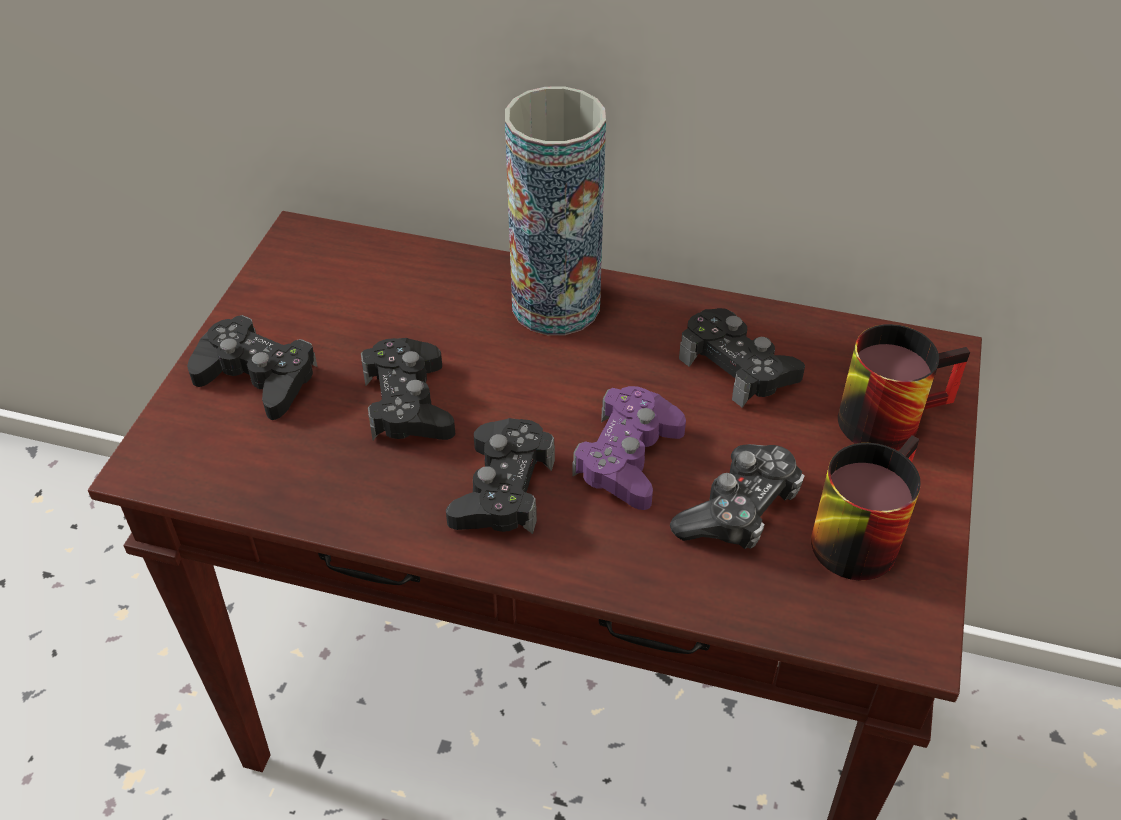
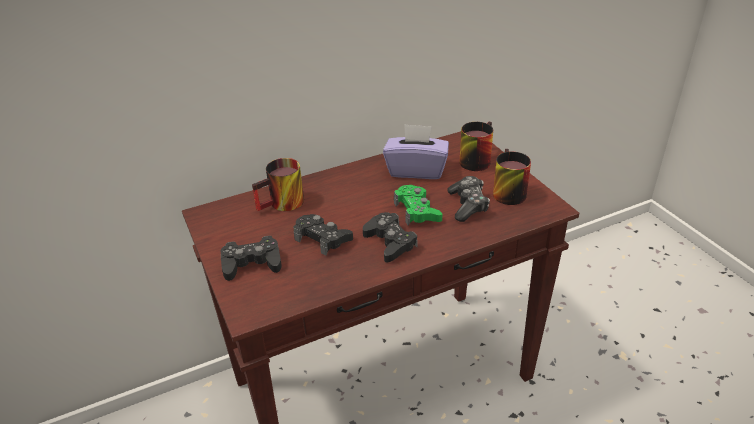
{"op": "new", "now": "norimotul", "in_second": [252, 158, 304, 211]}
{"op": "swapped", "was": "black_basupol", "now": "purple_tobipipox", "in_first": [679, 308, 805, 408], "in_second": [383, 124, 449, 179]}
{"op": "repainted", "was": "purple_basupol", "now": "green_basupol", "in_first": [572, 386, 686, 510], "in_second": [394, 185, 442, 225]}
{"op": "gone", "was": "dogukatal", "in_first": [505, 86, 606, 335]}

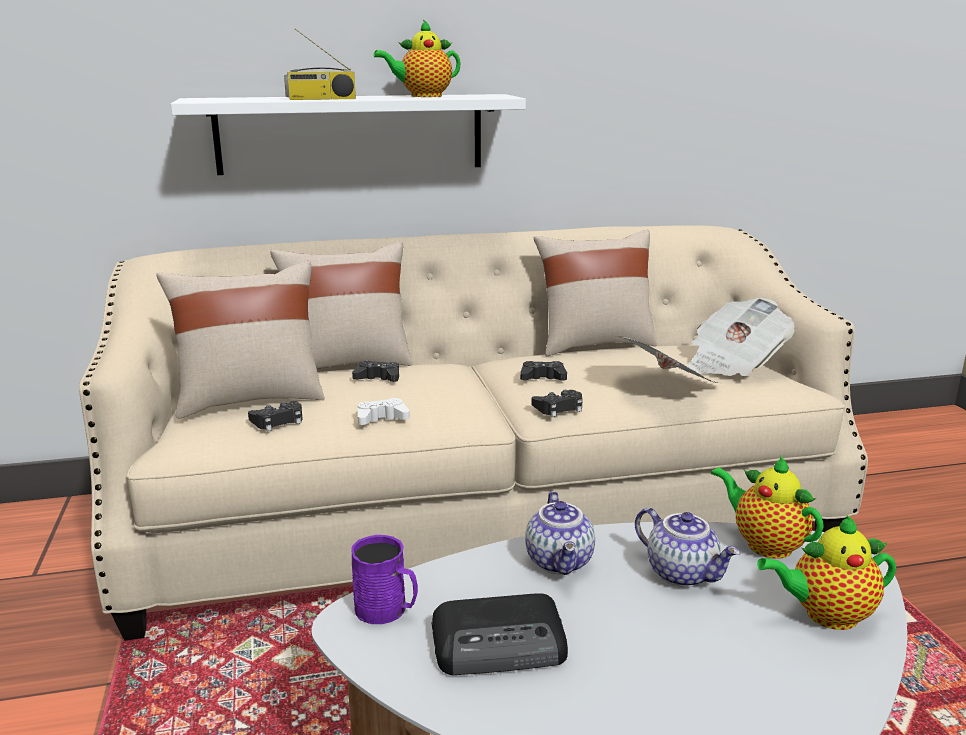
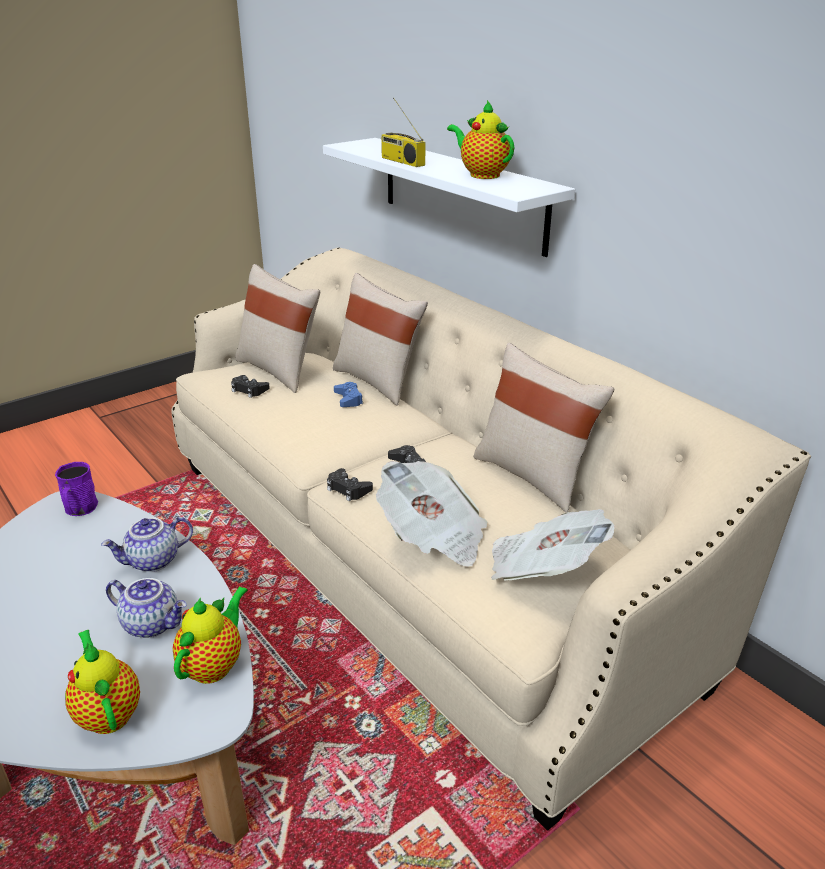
{"op": "rotated", "was": "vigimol", "in_first": [635, 507, 740, 587], "in_second": [106, 578, 187, 638], "clockwise": -90}
{"op": "repainted", "was": "black_basupol", "now": "blue_basupol", "in_first": [352, 361, 399, 382], "in_second": [334, 382, 363, 407]}
{"op": "gone", "was": "white_basupol", "in_first": [358, 398, 410, 425]}
{"op": "gone", "was": "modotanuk", "in_first": [432, 593, 568, 675]}

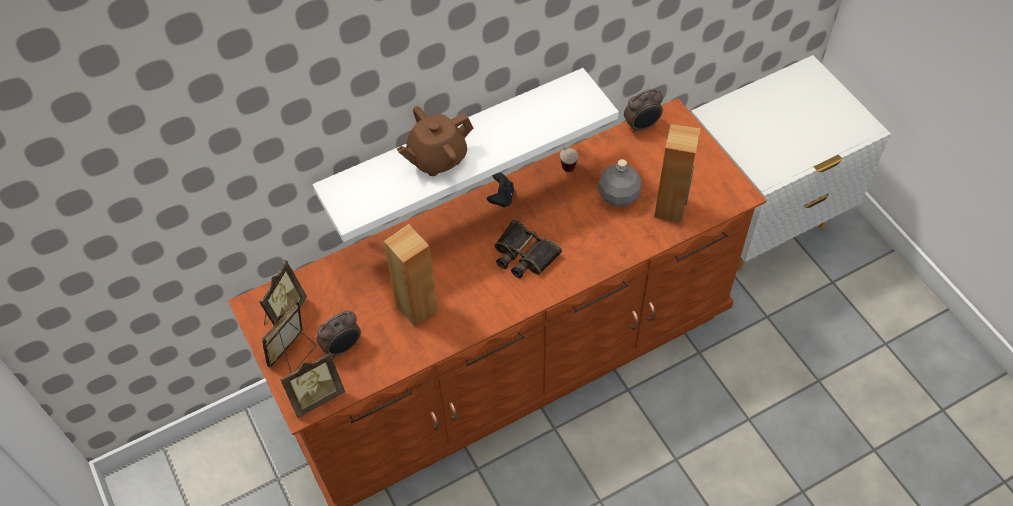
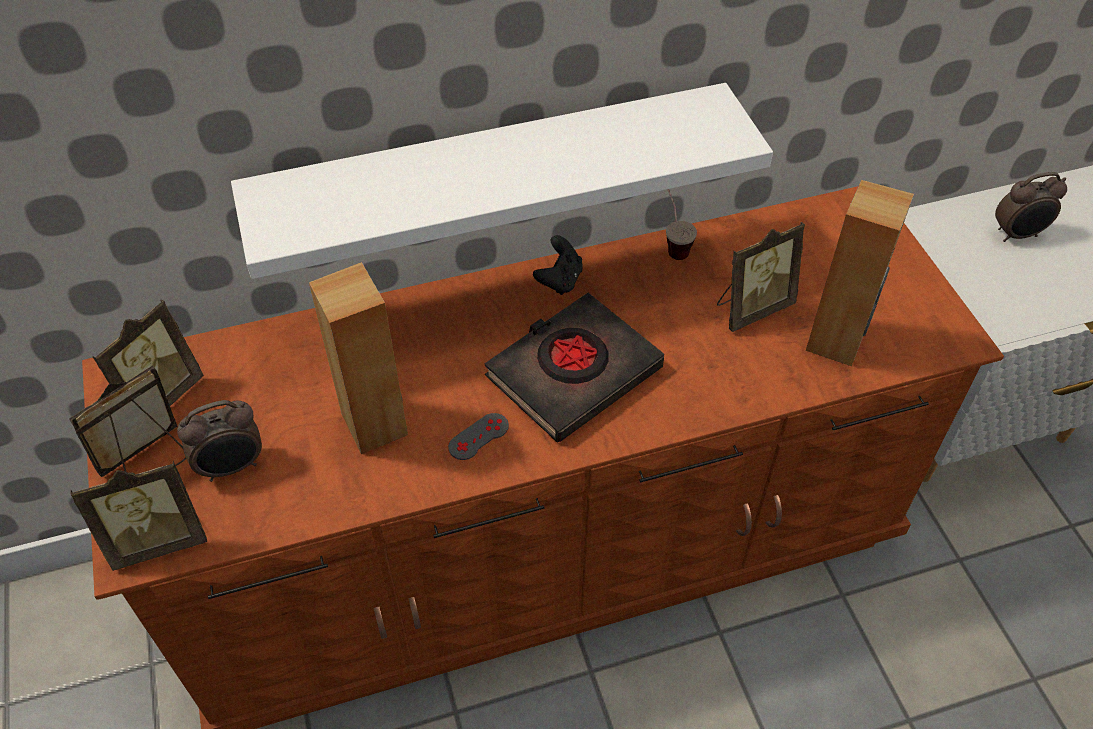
{"op": "new", "now": "grey_basupol", "in_second": [448, 413, 509, 460]}
{"op": "swapped", "was": "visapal", "now": "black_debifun", "in_first": [494, 219, 562, 278], "in_second": [484, 293, 664, 442]}
{"op": "swapped", "was": "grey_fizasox", "now": "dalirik", "in_first": [598, 159, 642, 207], "in_second": [717, 222, 805, 332]}
{"op": "shifted", "was": "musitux", "in_first": [624, 89, 663, 133], "in_second": [995, 172, 1067, 242]}
{"op": "gone", "was": "brown_vigimol", "in_first": [397, 106, 474, 176]}

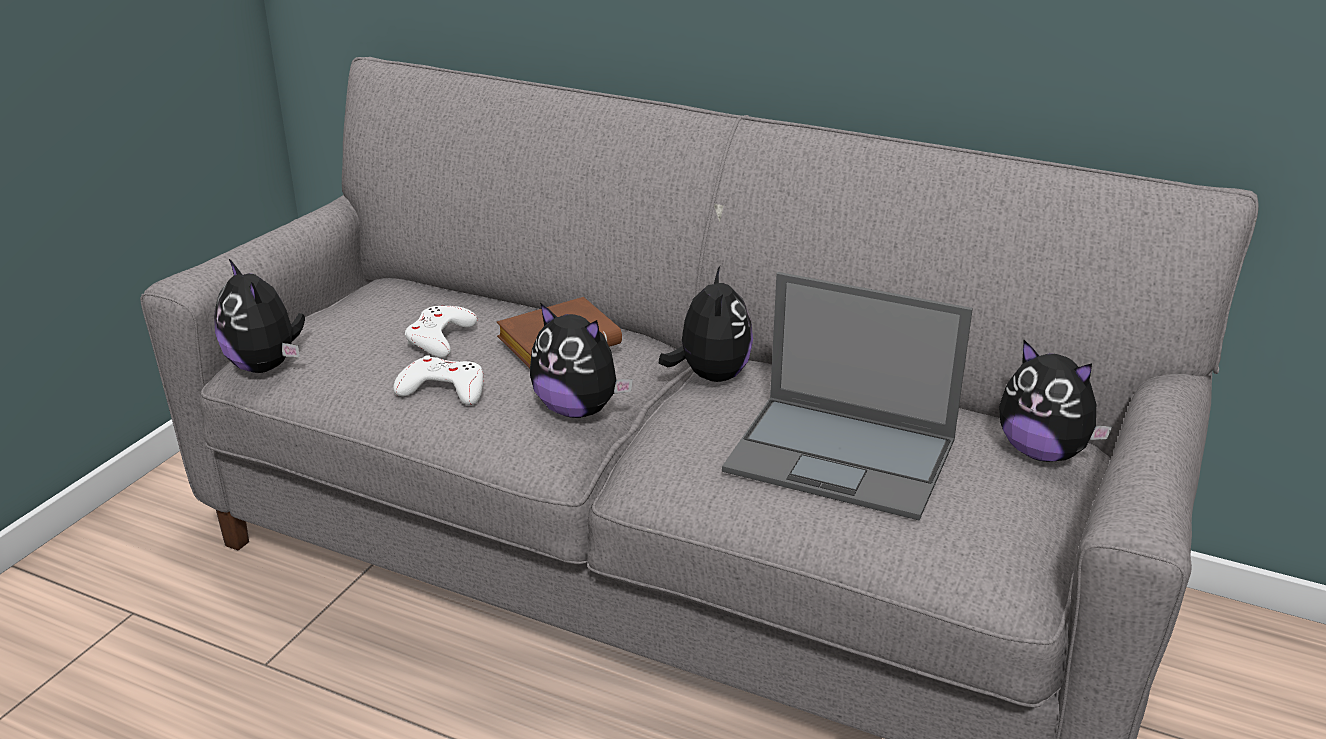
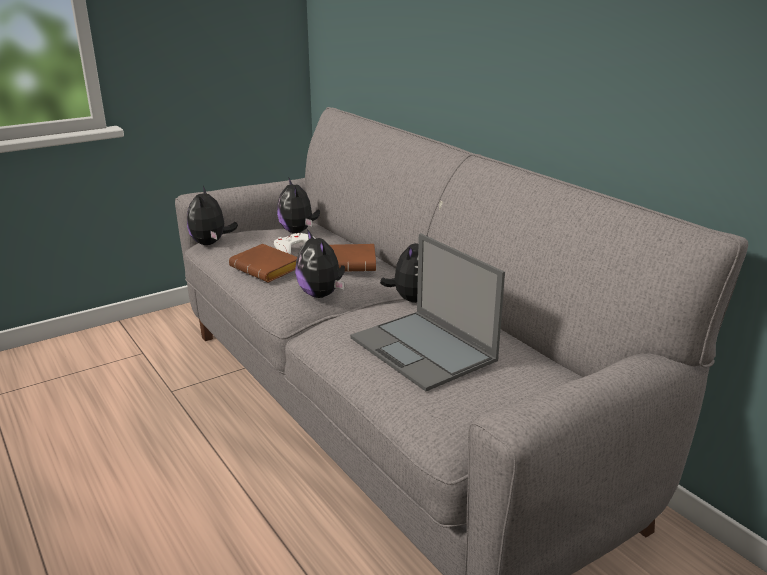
{"op": "swapped", "was": "white_basupol", "now": "brown_debifun", "in_first": [393, 355, 483, 405], "in_second": [229, 244, 297, 282]}
{"op": "shifted", "was": "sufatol", "in_first": [999, 340, 1113, 462], "in_second": [277, 177, 320, 233]}

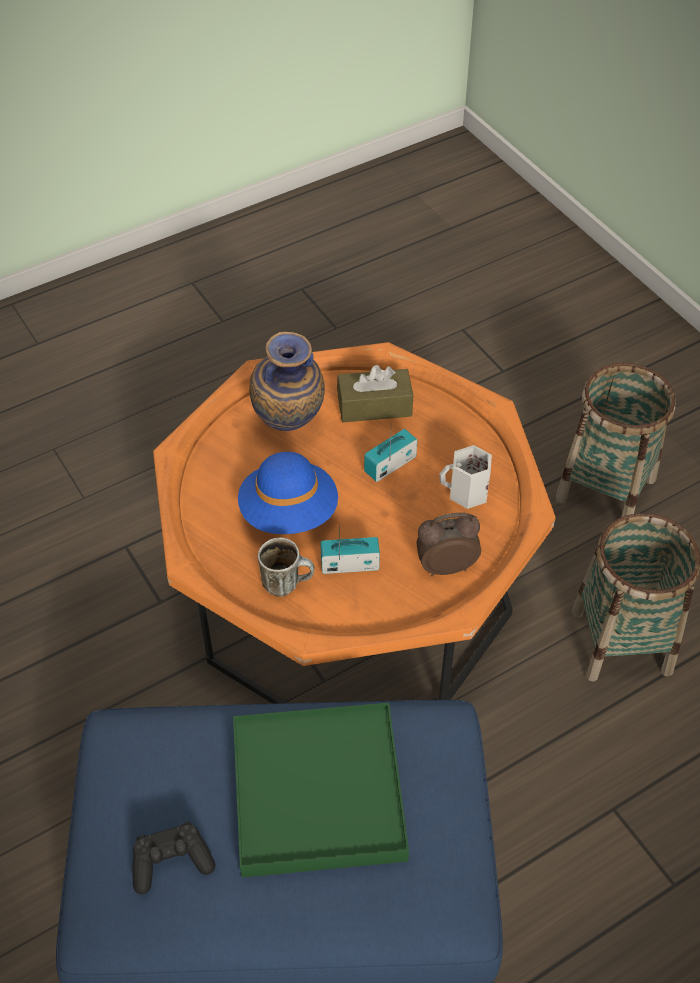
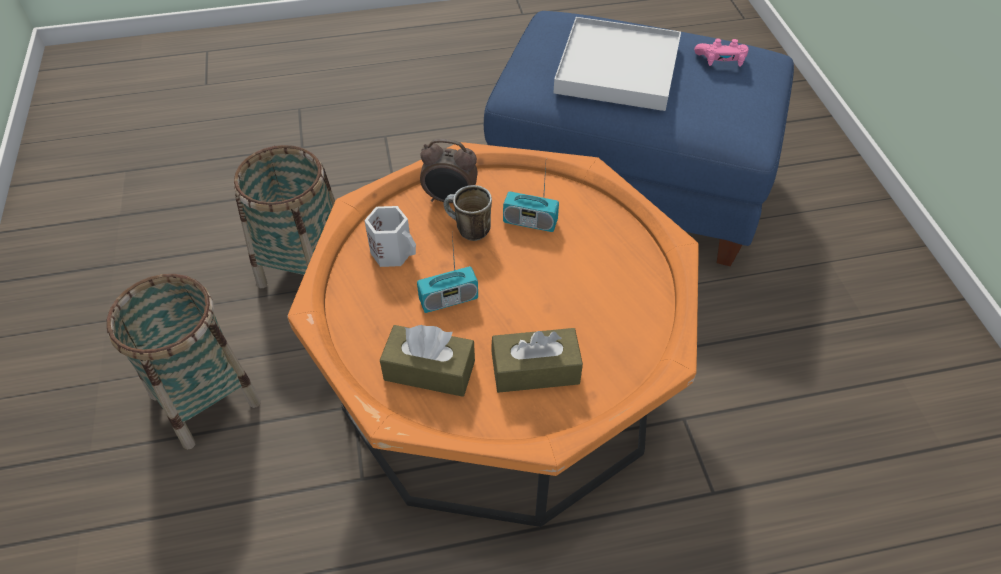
{"op": "shifted", "was": "norimotul", "in_first": [258, 537, 314, 597], "in_second": [444, 185, 492, 241]}
{"op": "swapped", "was": "dogukatal", "now": "brown_tobipipox", "in_first": [249, 332, 325, 431], "in_second": [491, 328, 583, 393]}
{"op": "repainted", "was": "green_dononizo", "now": "white_dononizo", "in_first": [233, 703, 409, 878], "in_second": [553, 17, 681, 111]}
{"op": "repainted", "was": "black_basupol", "now": "pink_basupol", "in_first": [132, 822, 215, 894], "in_second": [694, 39, 749, 67]}
{"op": "gone", "was": "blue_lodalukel", "in_first": [238, 452, 338, 534]}

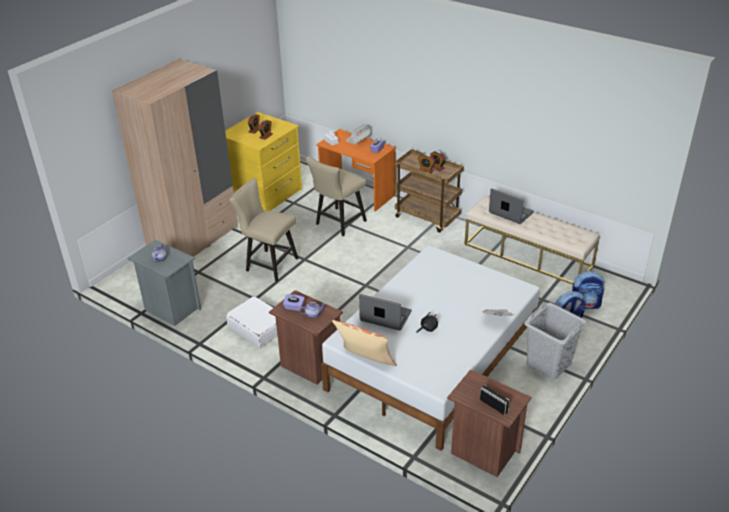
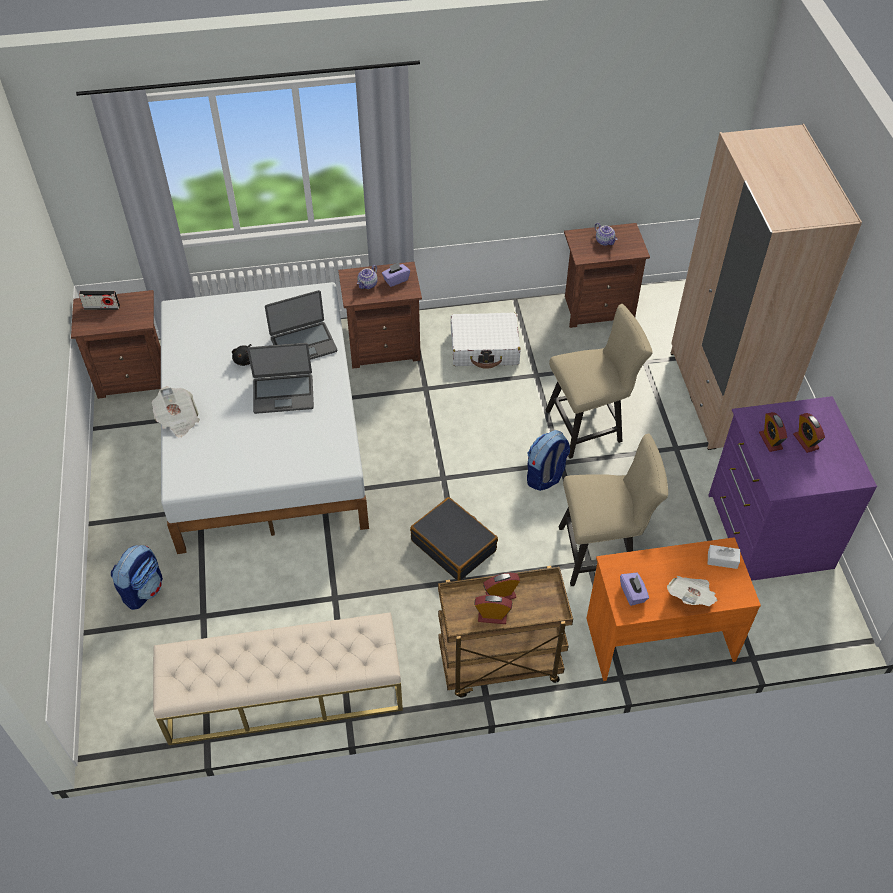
{"op": "shifted", "was": "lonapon", "in_first": [489, 188, 534, 224], "in_second": [247, 343, 314, 414]}
{"op": "new", "now": "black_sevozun", "in_second": [410, 497, 498, 581]}
{"op": "shifted", "was": "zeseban", "in_first": [572, 271, 605, 309], "in_second": [527, 430, 570, 491]}
{"op": "rotated", "was": "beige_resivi", "in_first": [306, 156, 367, 236], "in_second": [559, 433, 668, 586], "clockwise": 90}
{"op": "repainted", "was": "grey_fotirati", "now": "brown_fotirati", "in_first": [128, 240, 201, 326], "in_second": [564, 223, 650, 328]}
{"op": "repainted", "was": "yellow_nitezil", "now": "purple_nitezil", "in_first": [225, 112, 302, 211], "in_second": [708, 396, 877, 581]}
{"op": "gone", "was": "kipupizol", "in_first": [332, 320, 397, 366]}
{"op": "gone", "was": "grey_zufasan", "in_first": [524, 303, 587, 379]}

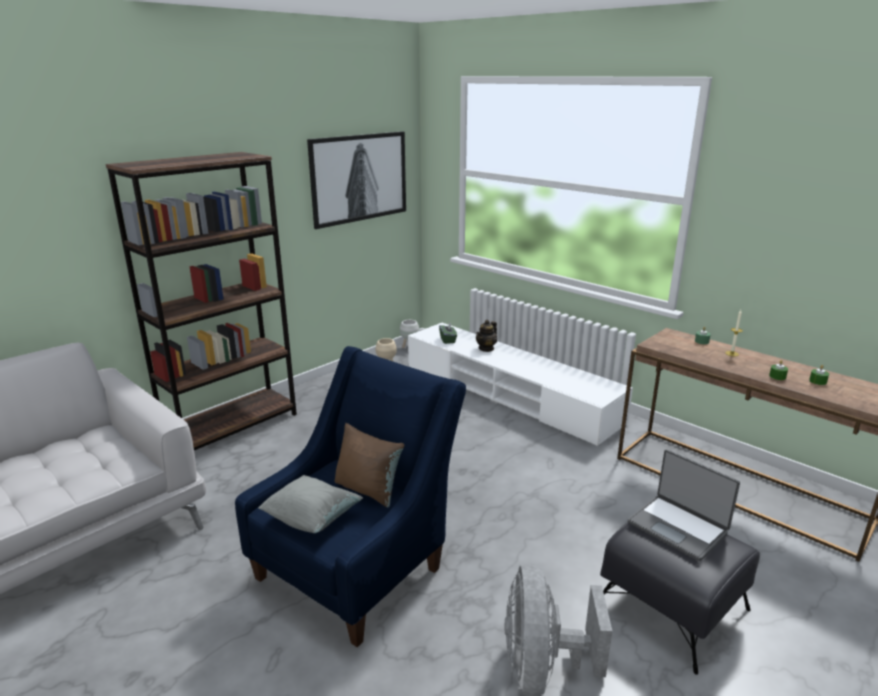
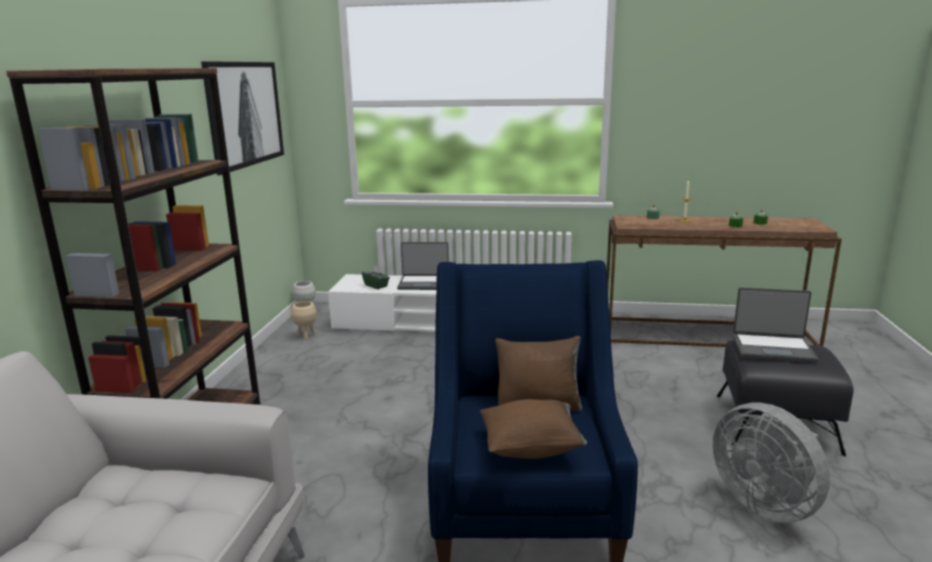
{"op": "swapped", "was": "vigimol", "now": "lonapon", "in_first": [476, 320, 497, 352], "in_second": [397, 242, 449, 290]}
{"op": "repainted", "was": "grey_kipupizol", "now": "brown_kipupizol", "in_first": [258, 475, 363, 533], "in_second": [480, 399, 587, 459]}

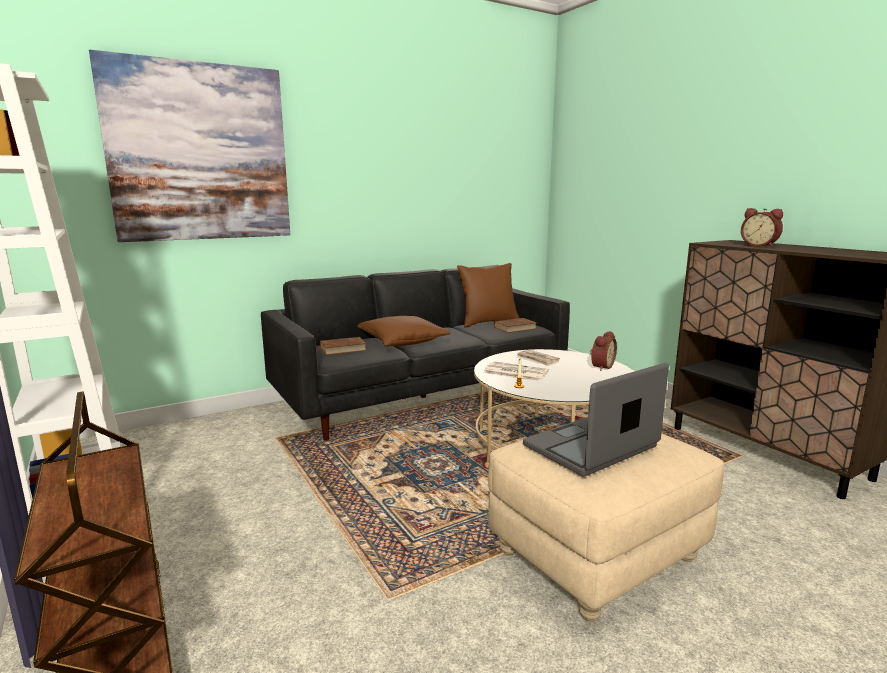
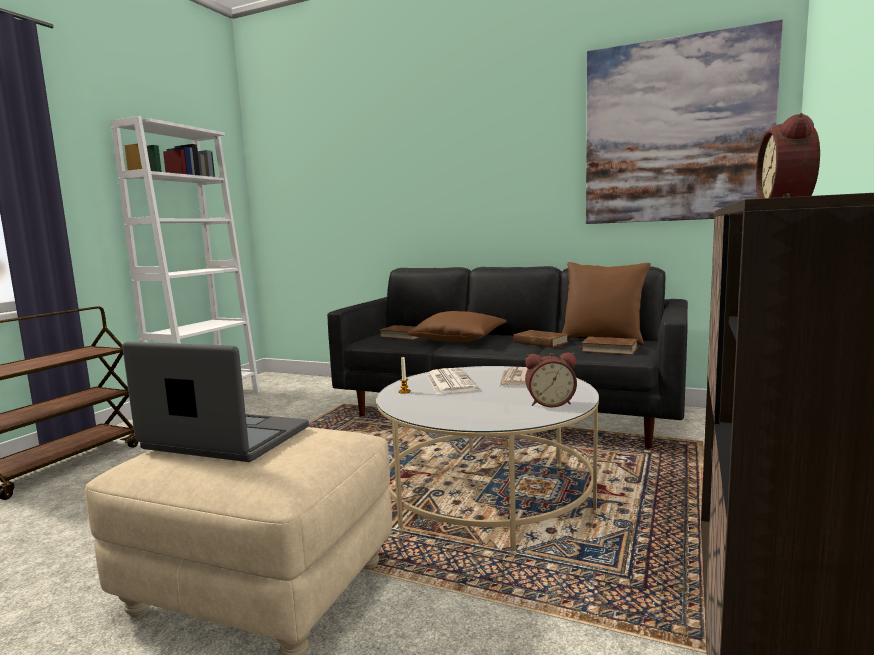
{"op": "new", "now": "brown_debifun", "in_second": [513, 330, 569, 348]}
{"op": "shifted", "was": "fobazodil", "in_first": [89, 50, 290, 242], "in_second": [586, 20, 783, 224]}

